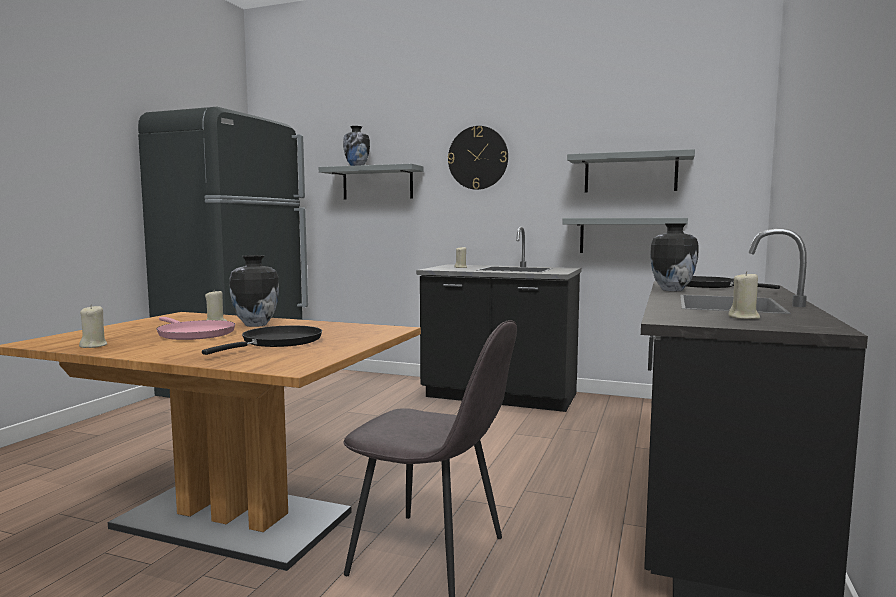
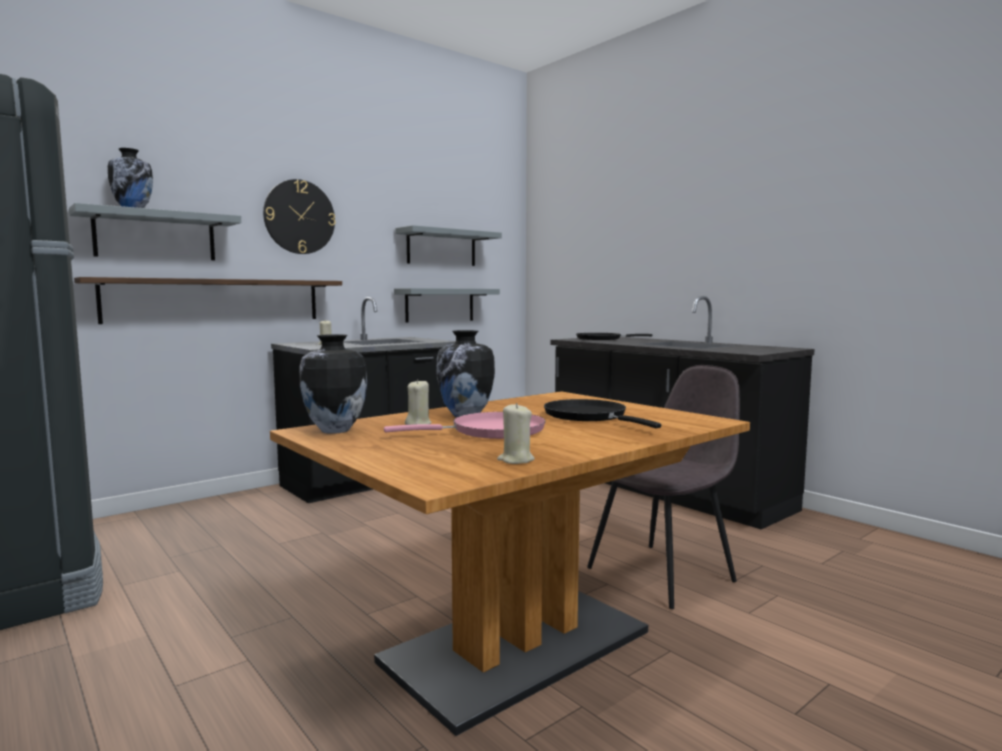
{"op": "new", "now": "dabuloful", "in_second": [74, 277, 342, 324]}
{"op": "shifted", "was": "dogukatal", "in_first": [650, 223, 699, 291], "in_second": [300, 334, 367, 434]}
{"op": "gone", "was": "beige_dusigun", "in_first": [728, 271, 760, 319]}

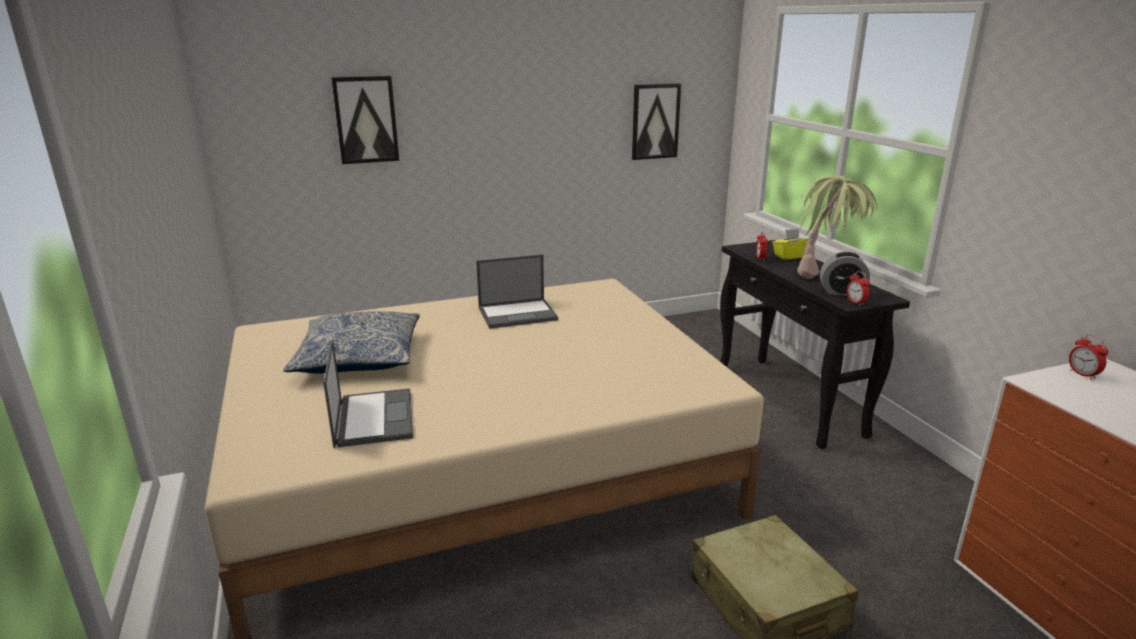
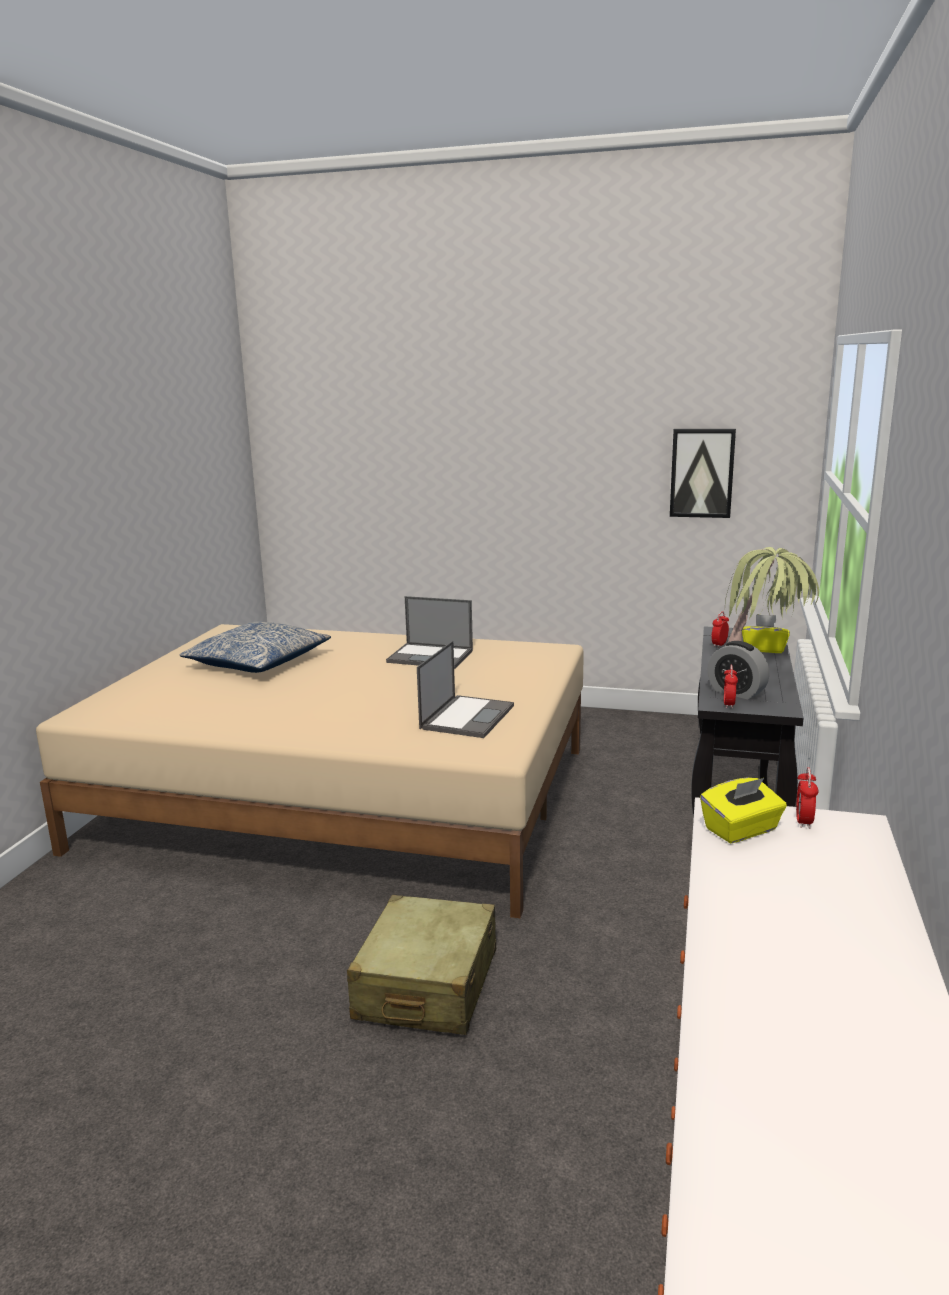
{"op": "shifted", "was": "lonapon", "in_first": [323, 340, 413, 448], "in_second": [417, 641, 514, 738]}
{"op": "new", "now": "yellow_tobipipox", "in_second": [700, 778, 787, 843]}
{"op": "gone", "was": "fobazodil", "in_first": [331, 76, 399, 164]}

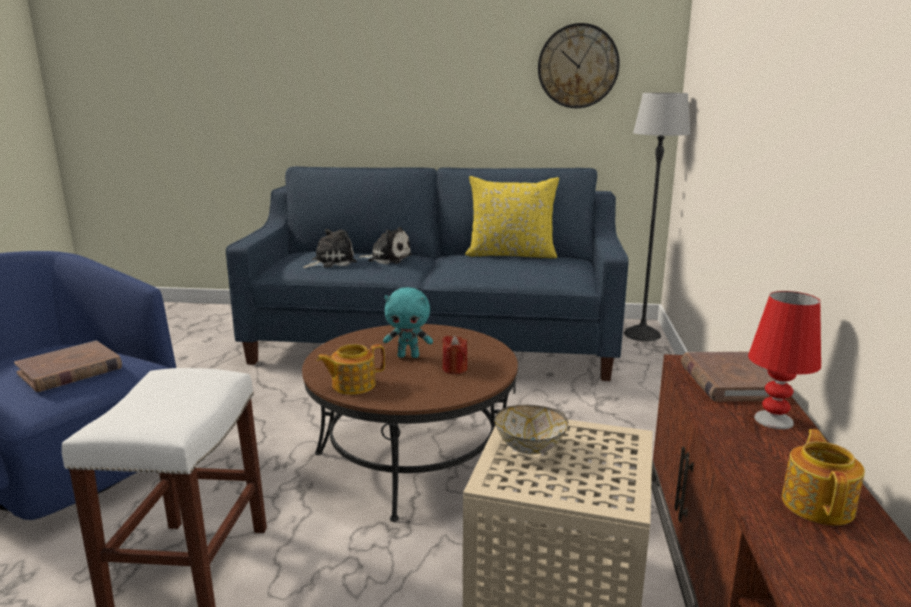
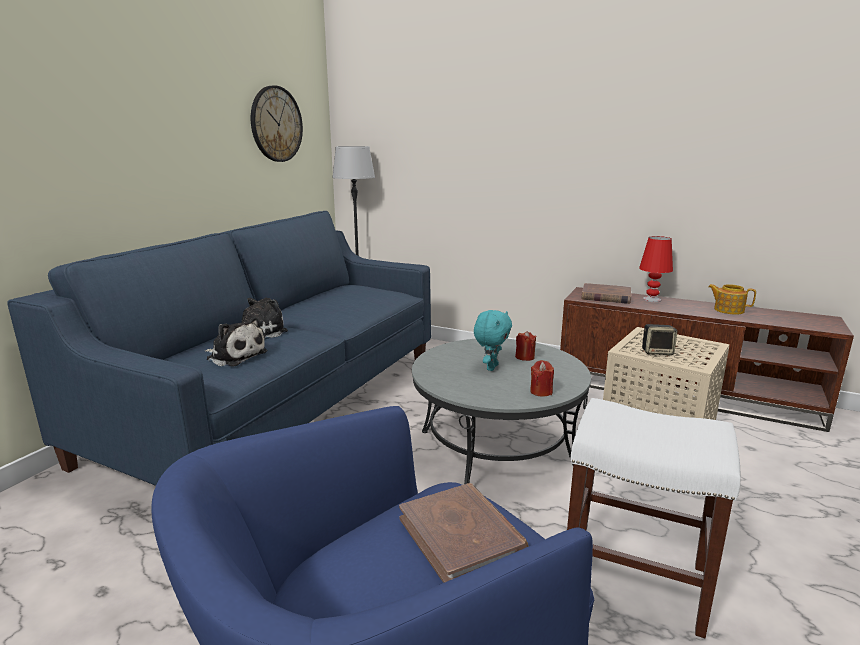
{"op": "rotated", "was": "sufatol", "in_first": [303, 229, 357, 268], "in_second": [205, 317, 267, 367], "clockwise": 135}
{"op": "repainted", "was": "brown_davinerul", "now": "grey_davinerul", "in_first": [302, 324, 518, 522], "in_second": [412, 339, 591, 484]}
{"op": "swapped", "was": "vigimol", "now": "red_dusigun", "in_first": [317, 344, 385, 395], "in_second": [530, 360, 554, 397]}
{"op": "swapped", "was": "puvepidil", "now": "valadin", "in_first": [494, 405, 568, 454], "in_second": [642, 324, 677, 355]}
{"op": "gone", "was": "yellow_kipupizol", "in_first": [465, 176, 559, 258]}

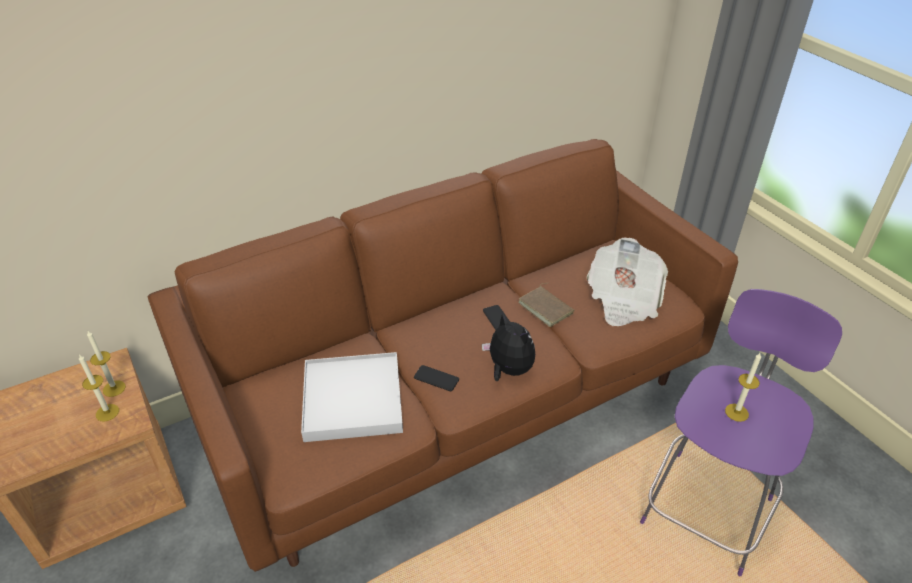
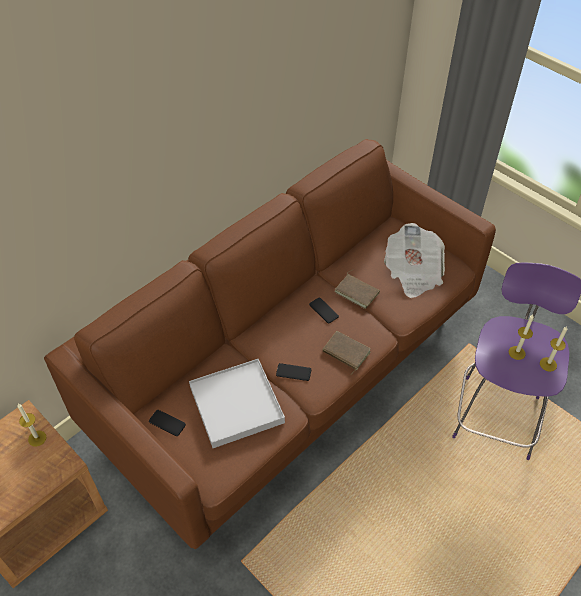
{"op": "new", "now": "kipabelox", "in_second": [149, 410, 186, 436]}
{"op": "swapped", "was": "sufatol", "now": "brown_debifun", "in_first": [482, 313, 535, 381], "in_second": [323, 331, 371, 375]}
{"op": "shifted", "was": "dusigun", "in_first": [79, 354, 119, 422], "in_second": [540, 326, 567, 372]}

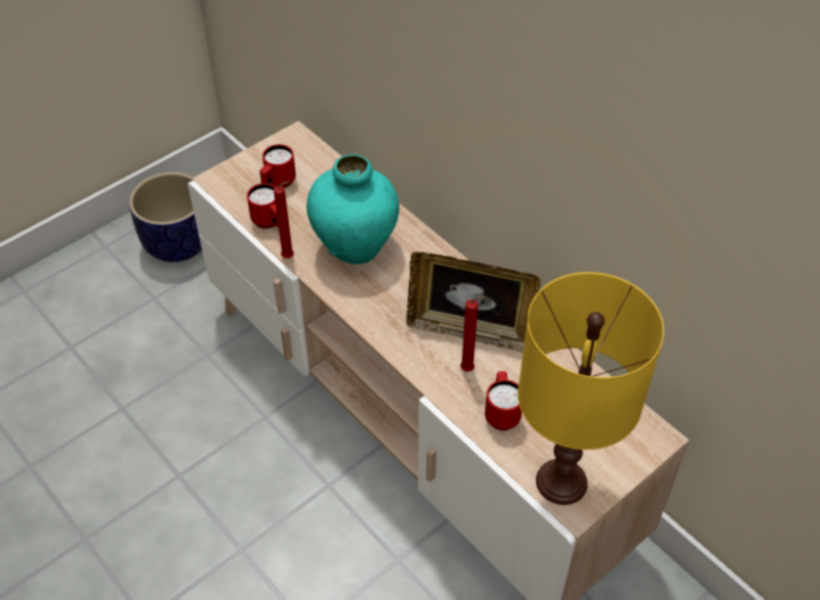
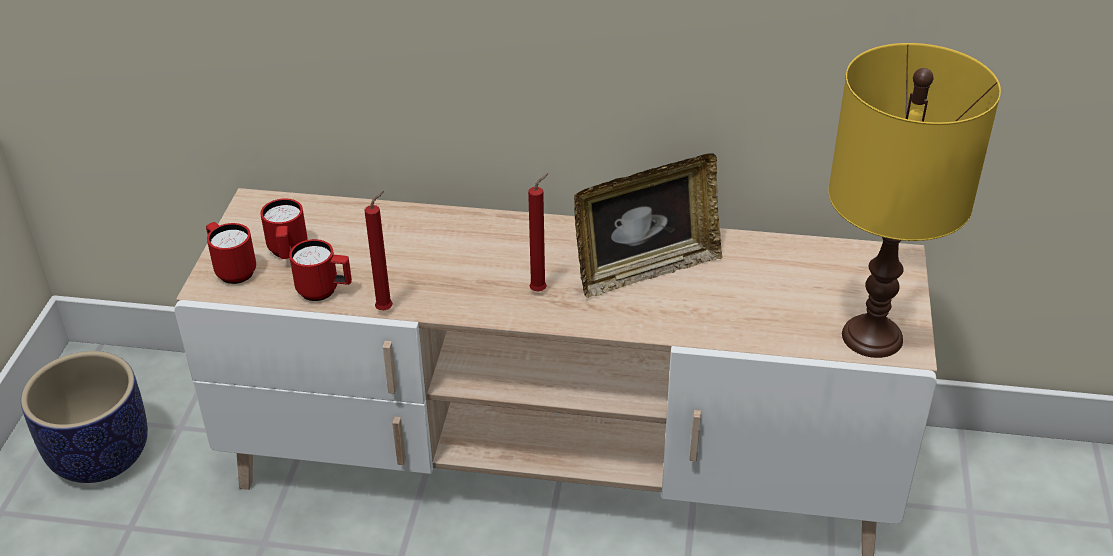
{"op": "shifted", "was": "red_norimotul", "in_first": [485, 371, 522, 431], "in_second": [206, 222, 256, 284]}
{"op": "shifted", "was": "red_dusigun", "in_first": [460, 296, 485, 372], "in_second": [528, 173, 548, 291]}
{"op": "gone", "was": "turquoise_dogukatal", "in_first": [307, 154, 399, 264]}

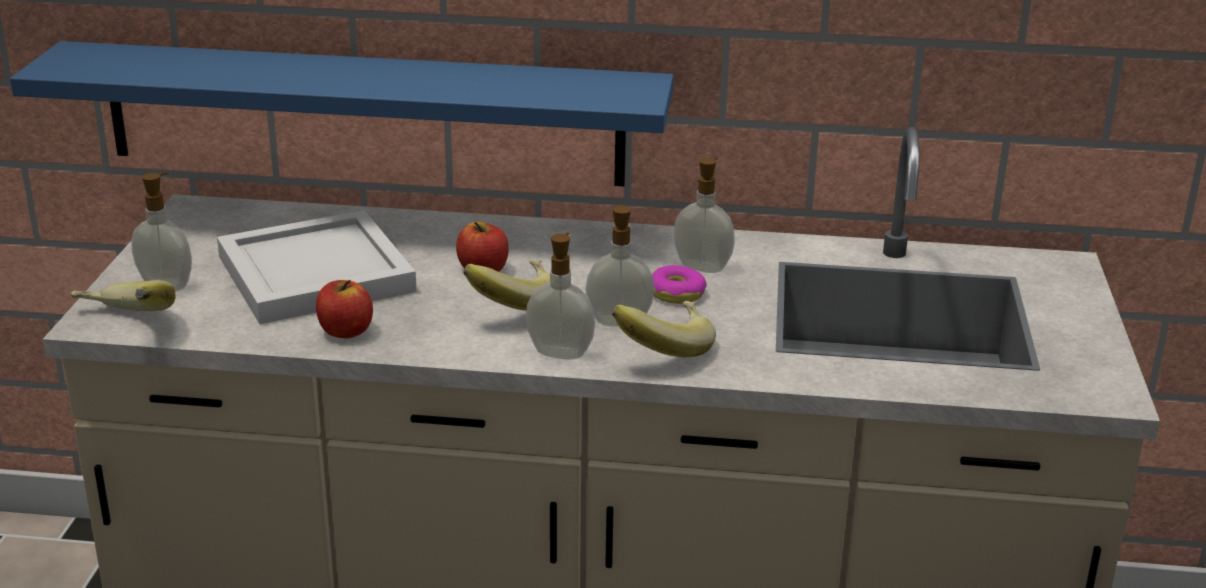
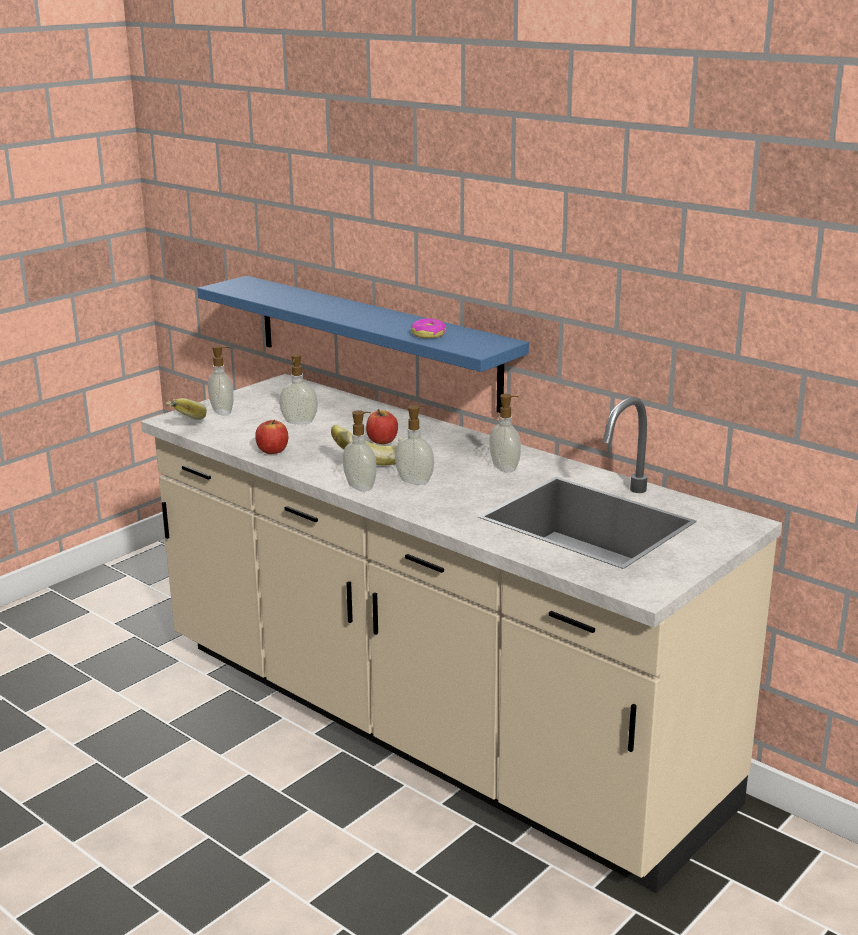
{"op": "swapped", "was": "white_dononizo", "now": "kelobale", "in_first": [217, 210, 417, 324], "in_second": [279, 354, 318, 424]}
{"op": "shifted", "was": "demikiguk", "in_first": [652, 265, 707, 304], "in_second": [411, 319, 446, 338]}
{"op": "gone", "was": "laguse", "in_first": [612, 301, 716, 357]}

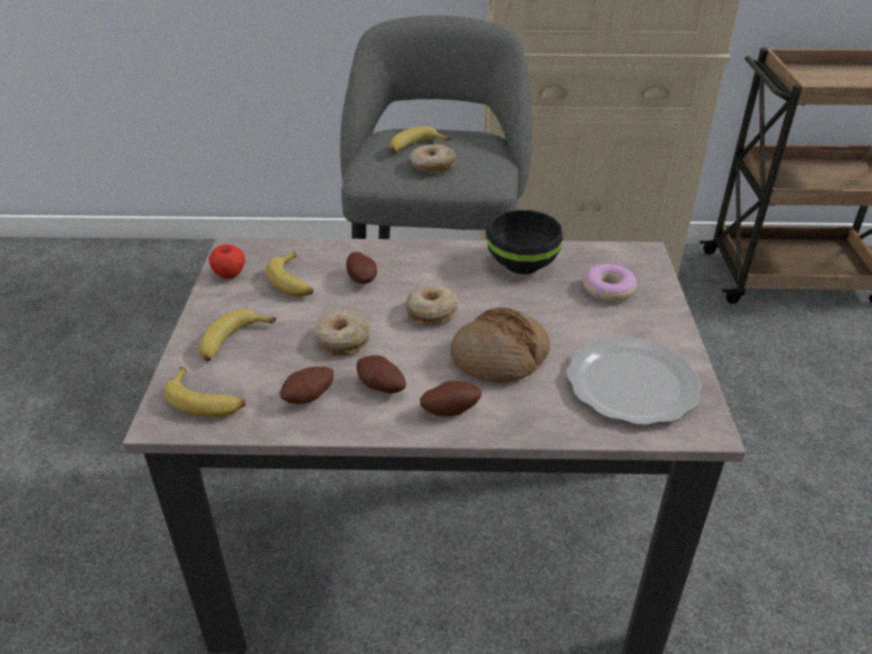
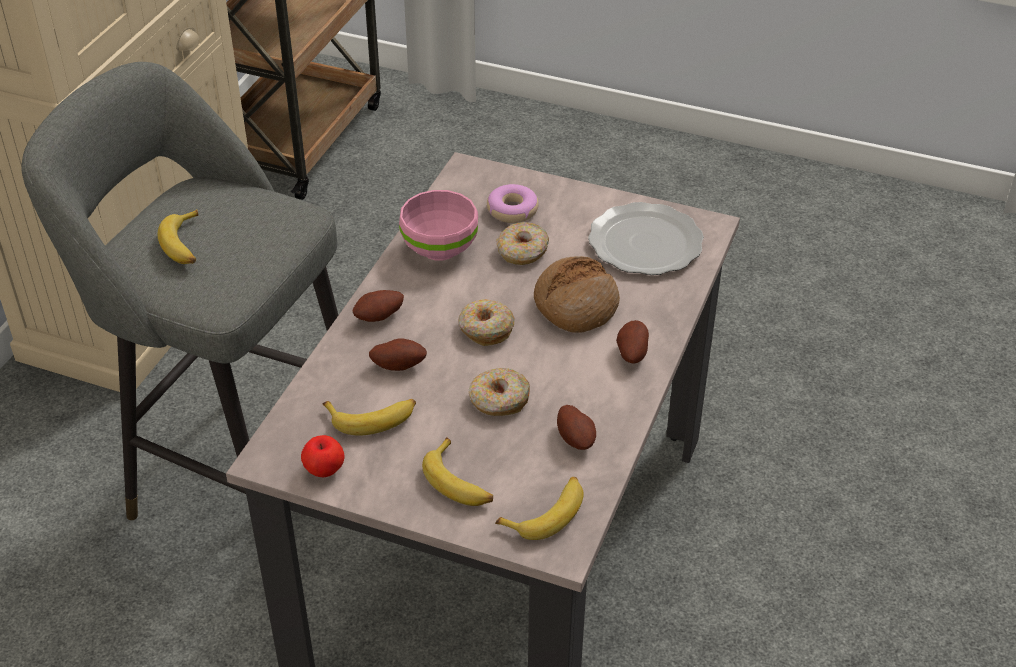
{"op": "shifted", "was": "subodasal", "in_first": [357, 355, 406, 393], "in_second": [352, 290, 404, 322]}
{"op": "repainted", "was": "black_puvepidil", "now": "pink_puvepidil", "in_first": [487, 210, 563, 274], "in_second": [399, 190, 478, 261]}
{"op": "shifted", "was": "demikiguk", "in_first": [410, 144, 456, 173], "in_second": [496, 222, 549, 265]}

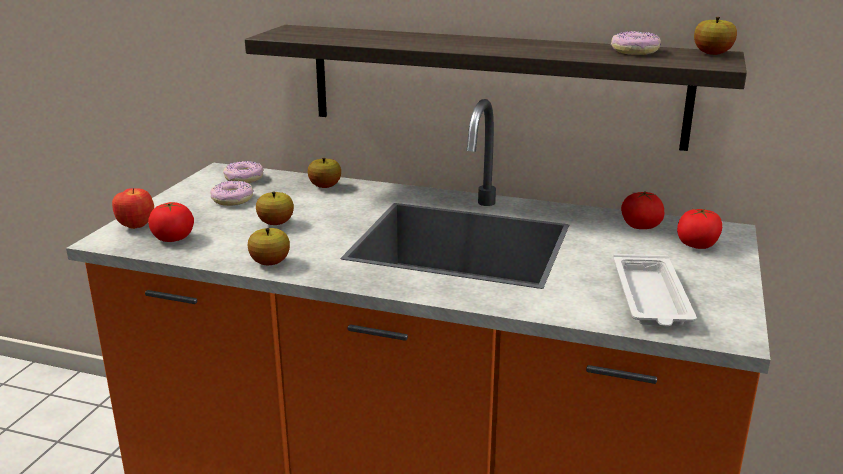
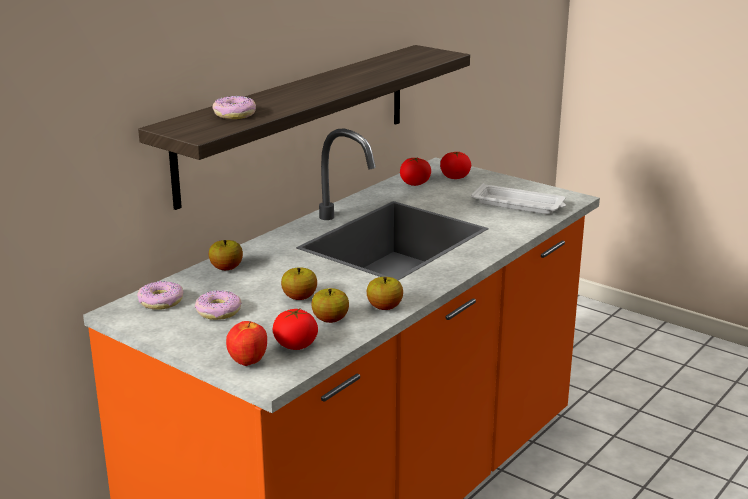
{"op": "shifted", "was": "demikiguk", "in_first": [611, 31, 661, 55], "in_second": [213, 96, 256, 119]}
{"op": "shifted", "was": "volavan", "in_first": [694, 17, 737, 55], "in_second": [311, 288, 349, 323]}

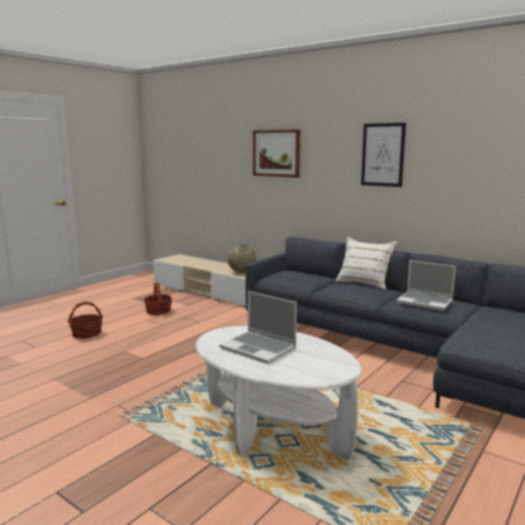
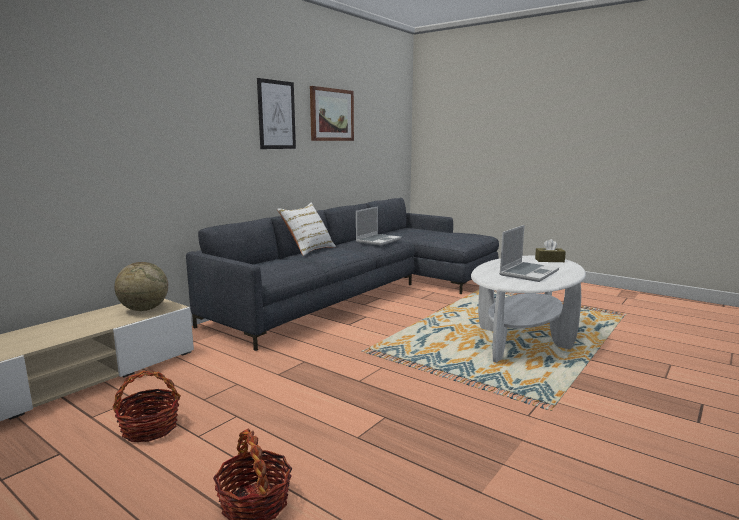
{"op": "shifted", "was": "fobazodil", "in_first": [253, 129, 300, 178], "in_second": [310, 86, 354, 141]}
{"op": "new", "now": "brown_tobipipox", "in_second": [535, 239, 566, 262]}

